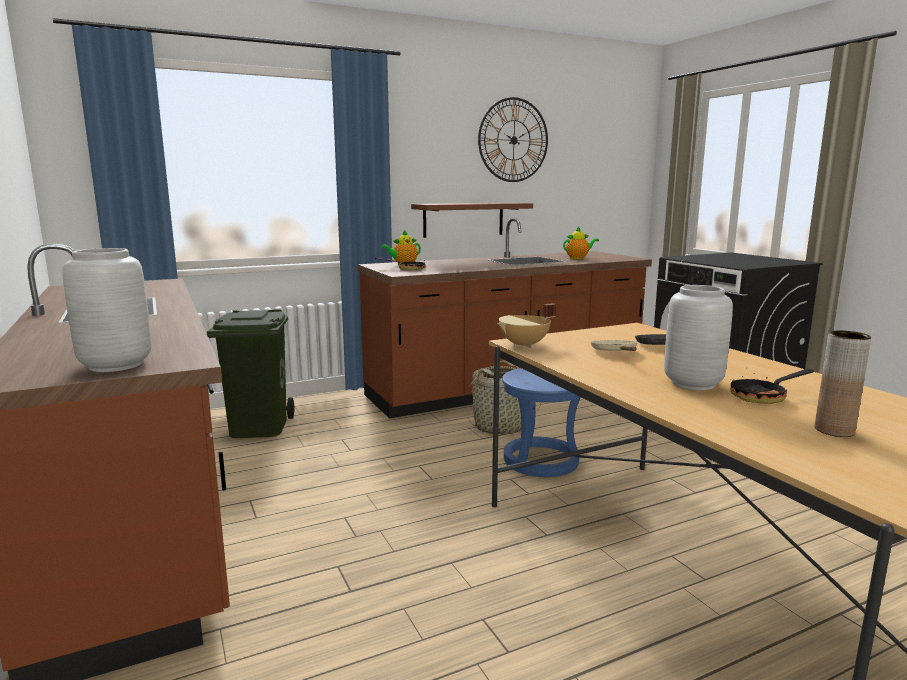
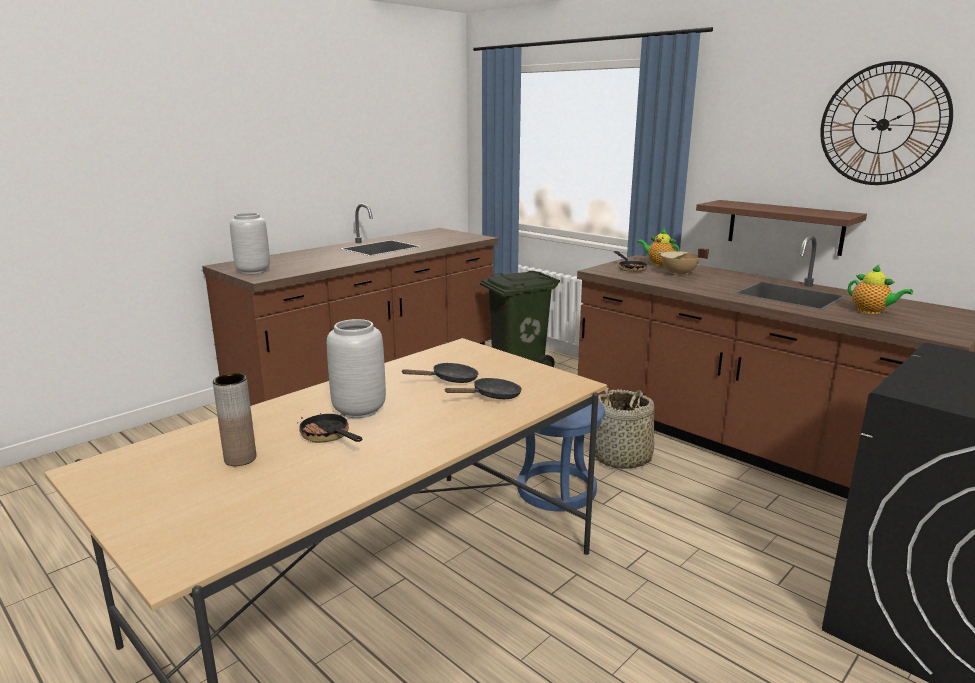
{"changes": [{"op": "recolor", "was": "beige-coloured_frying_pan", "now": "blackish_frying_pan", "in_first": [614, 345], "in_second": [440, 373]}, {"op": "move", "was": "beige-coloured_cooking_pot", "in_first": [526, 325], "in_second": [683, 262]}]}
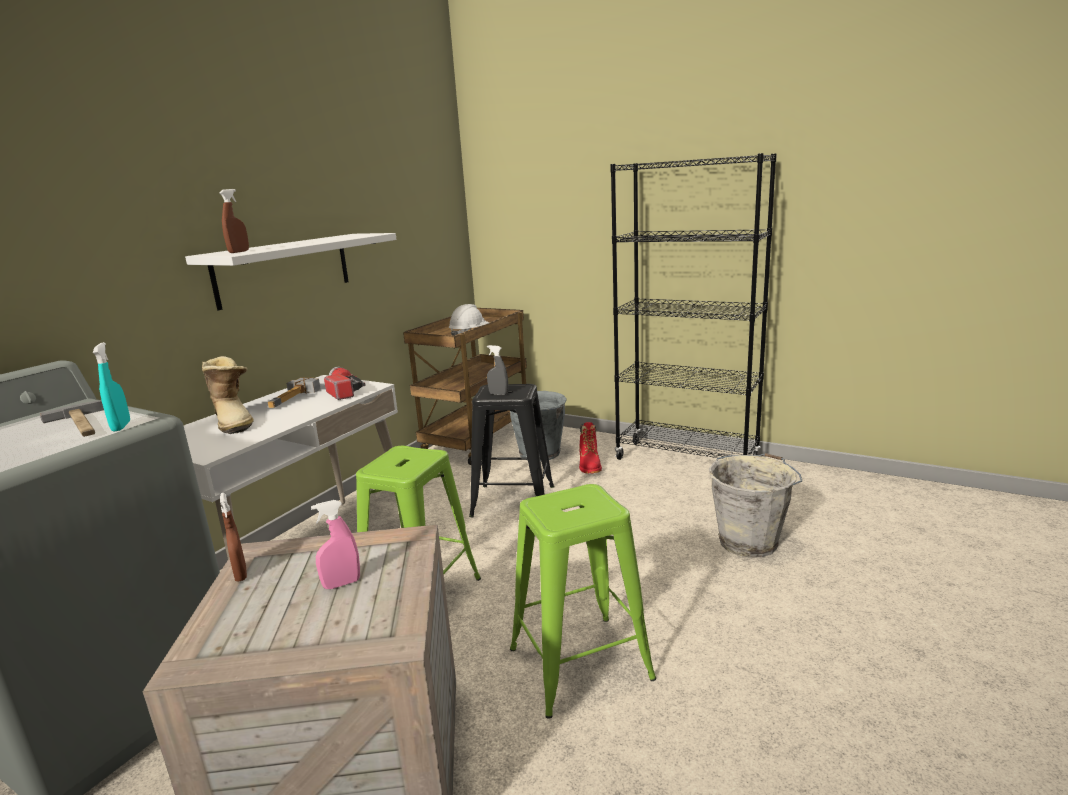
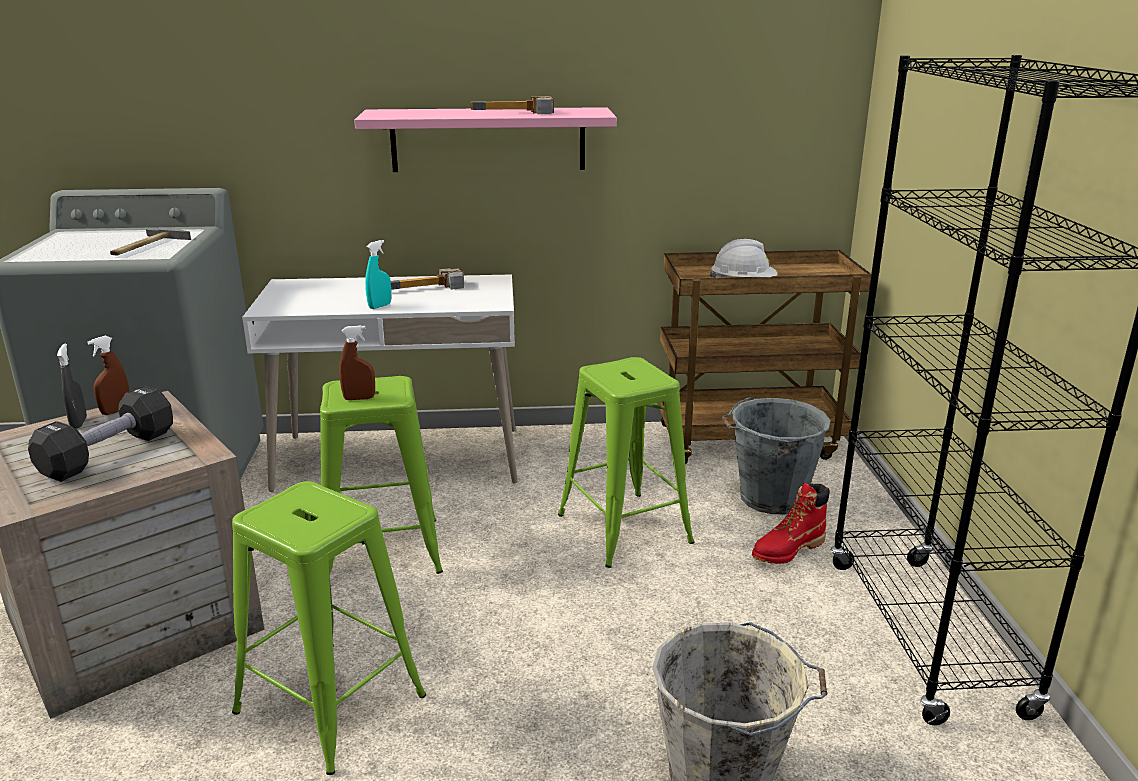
{"changes": [{"op": "replace", "was": "pink-coloured_spray_bottle", "now": "blackish_hand_weight", "in_first": [335, 544], "in_second": [100, 434]}, {"op": "move", "was": "grey_spray_bottle", "in_first": [497, 370], "in_second": [72, 386]}, {"op": "move", "was": "brown_spray_bottle", "in_first": [234, 221], "in_second": [357, 362]}, {"op": "recolor", "was": "white-coloured_bracket_shelf", "now": "pink-coloured_bracket_shelf", "in_first": [290, 272], "in_second": [485, 139]}, {"op": "move", "was": "blue-green_spray_bottle", "in_first": [111, 386], "in_second": [378, 274]}, {"op": "insert", "now": "hand_hammer", "in_second": [512, 105]}, {"op": "recolor", "was": "blackish_stool_seat", "now": "green_stool_seat", "in_first": [511, 450], "in_second": [626, 462]}, {"op": "delete", "was": "boot", "in_first": [228, 395]}, {"op": "delete", "was": "flashlight", "in_first": [345, 383]}]}
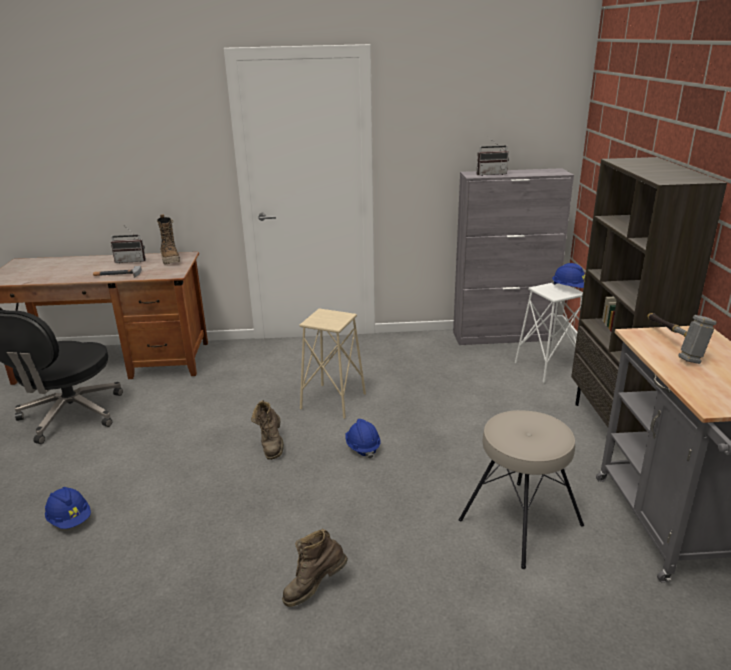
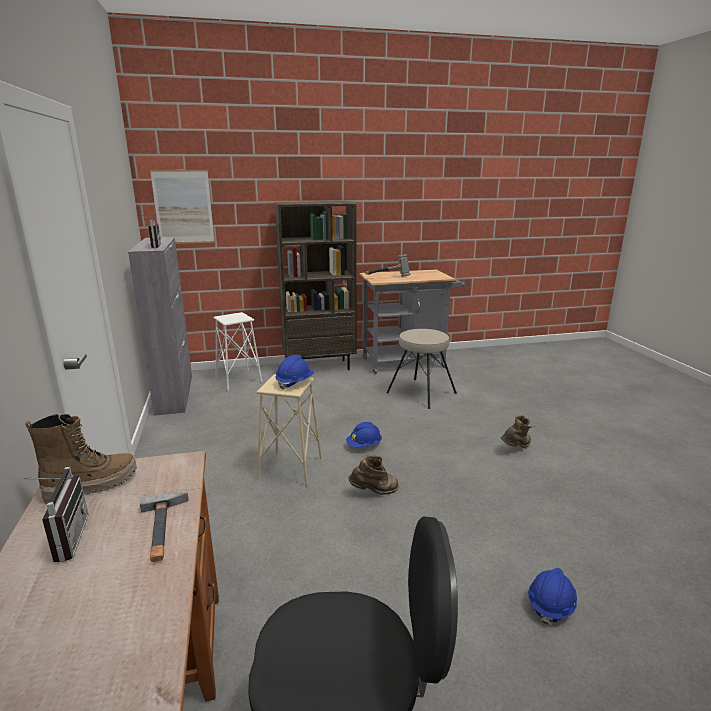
{"changes": [{"op": "insert", "now": "wall_picture", "in_second": [182, 207]}, {"op": "move", "was": "blue_work_helmet", "in_first": [568, 275], "in_second": [295, 372]}, {"op": "rotate", "was": "brown_boot", "in_first": [315, 568], "in_second": [517, 431], "clockwise": -90}]}
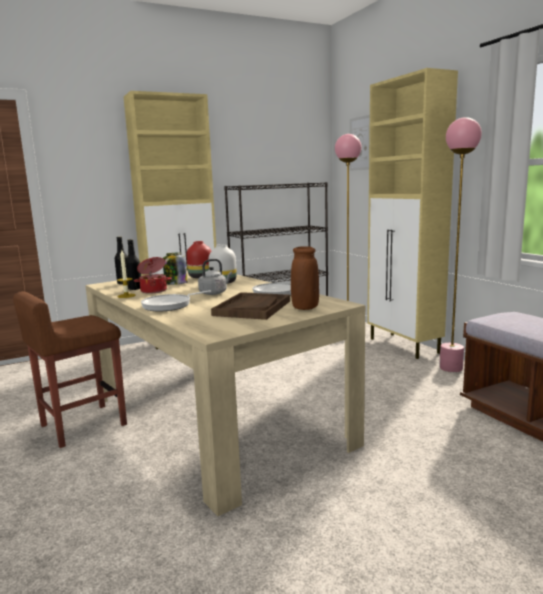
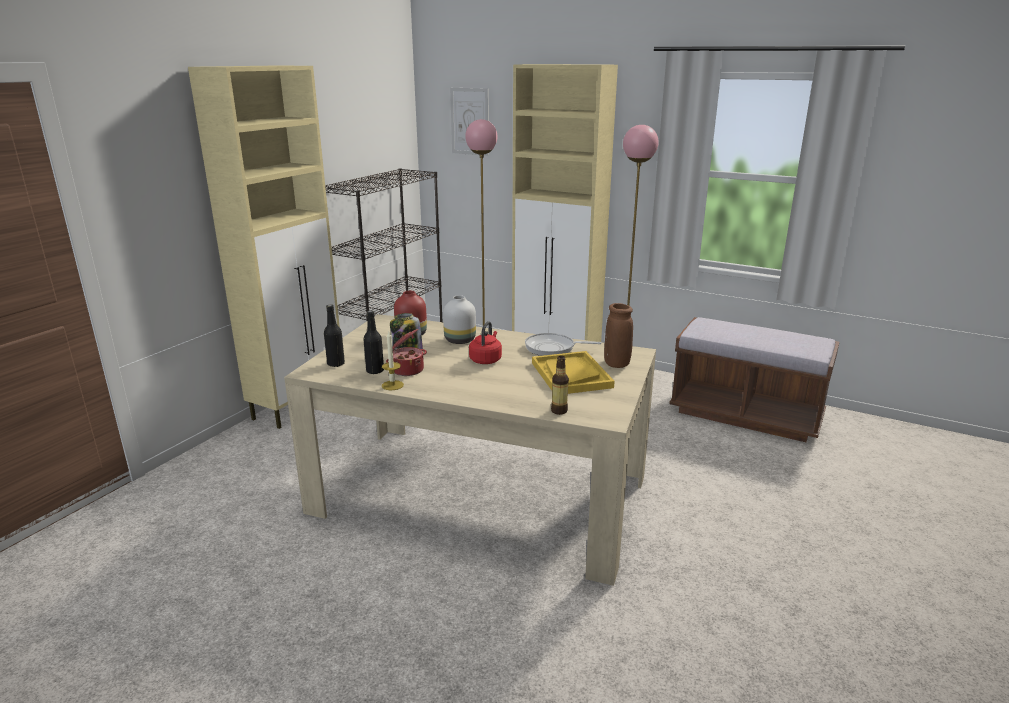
{"changes": [{"op": "recolor", "was": "grey_water_kettle", "now": "red-coloured_water_kettle", "in_first": [215, 277], "in_second": [485, 342]}, {"op": "recolor", "was": "brown_serving_tray", "now": "yellow_serving_tray", "in_first": [250, 306], "in_second": [573, 372]}, {"op": "insert", "now": "drink_bottle", "in_second": [560, 385]}, {"op": "delete", "was": "brown_stool_seat", "in_first": [70, 369]}, {"op": "delete", "was": "frying_pan", "in_first": [176, 301]}]}
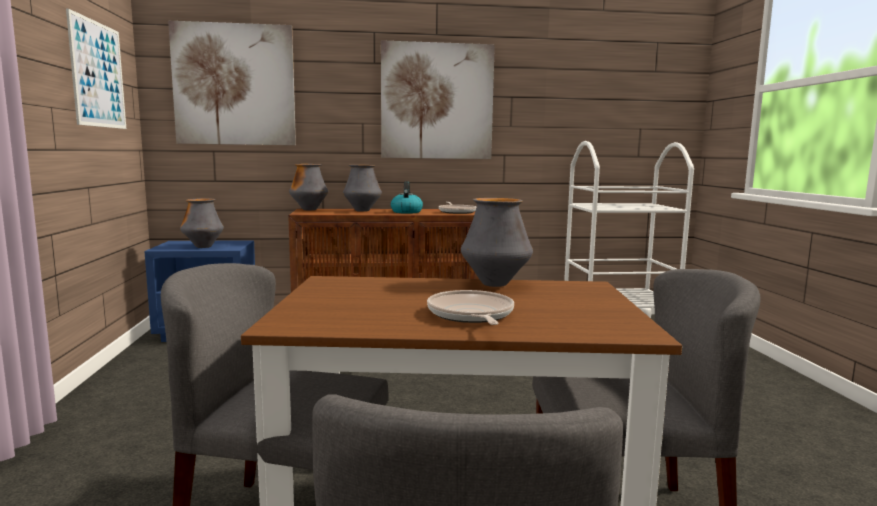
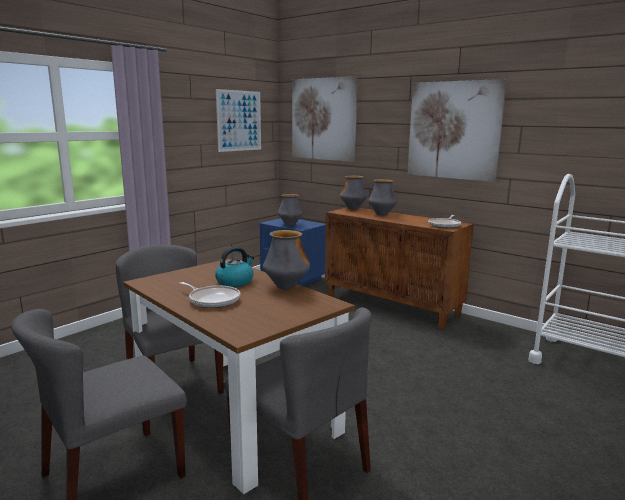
{"changes": [{"op": "rotate", "was": "frying_pan", "in_first": [470, 307], "in_second": [210, 295], "clockwise": 90}, {"op": "move", "was": "water_kettle", "in_first": [407, 197], "in_second": [234, 267]}]}
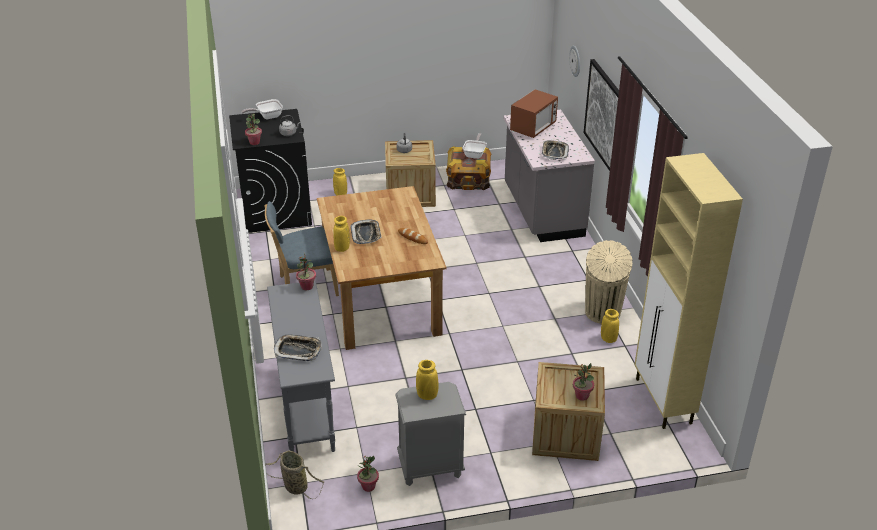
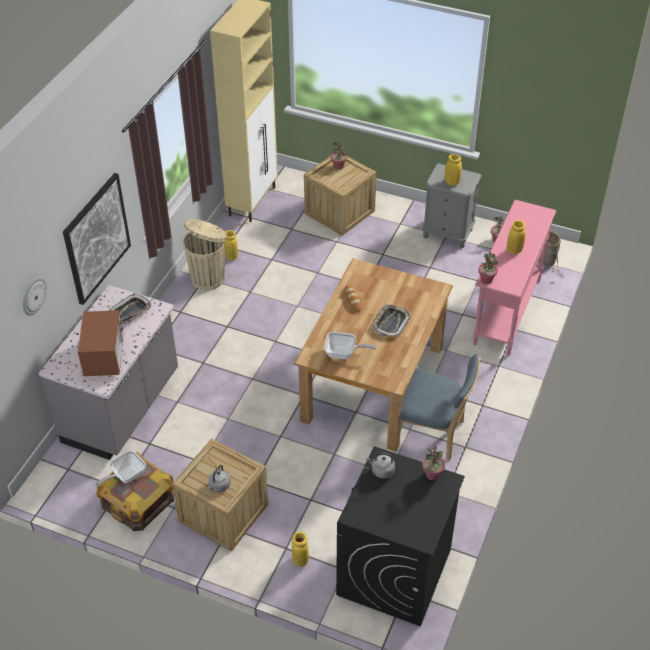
{"changes": [{"op": "rotate", "was": "microwave_oven", "in_first": [534, 113], "in_second": [100, 343], "clockwise": 105}, {"op": "move", "was": "frying_pan", "in_first": [262, 109], "in_second": [350, 345]}, {"op": "recolor", "was": "grey_hall_table", "now": "pink-coloured_hall_table", "in_first": [301, 366], "in_second": [514, 278]}, {"op": "move", "was": "yellow_flower_vase", "in_first": [341, 234], "in_second": [516, 237]}, {"op": "delete", "was": "serving_tray", "in_first": [298, 348]}]}
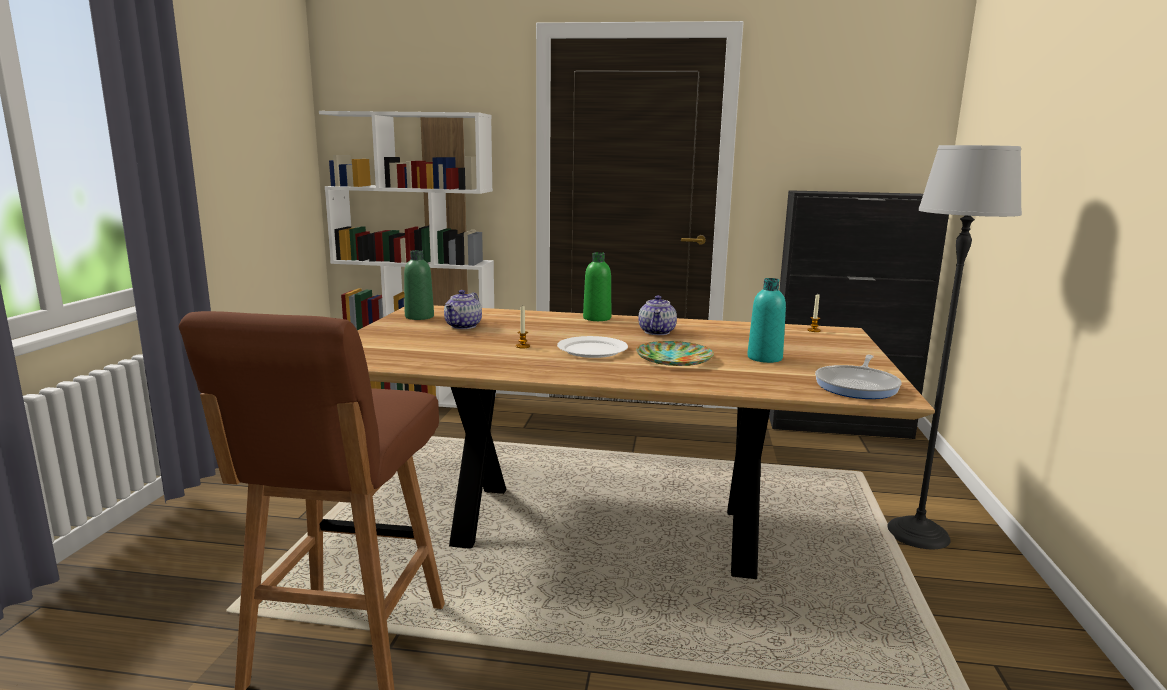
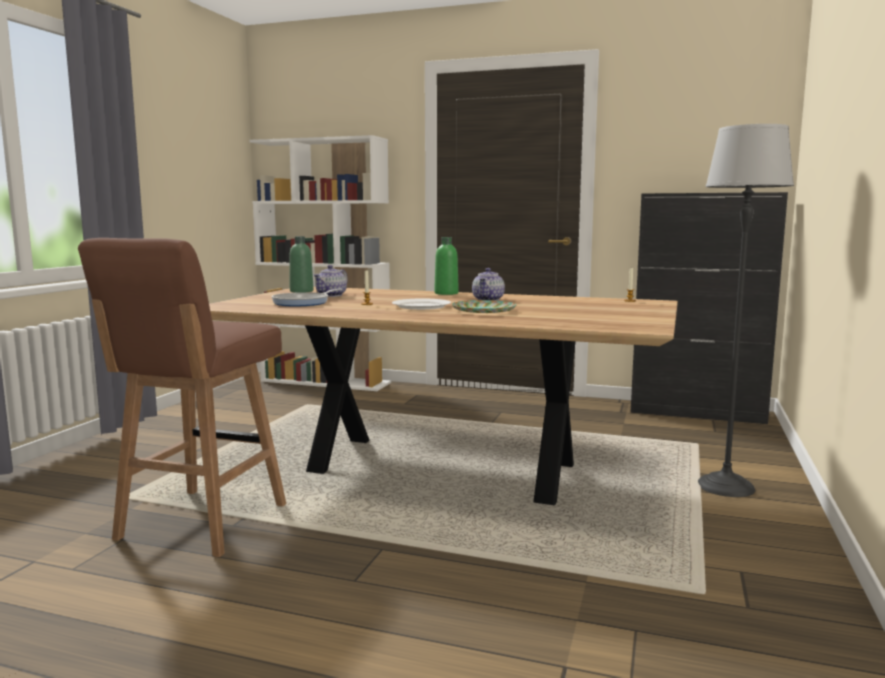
{"changes": [{"op": "move", "was": "frying_pan", "in_first": [858, 377], "in_second": [307, 297]}, {"op": "delete", "was": "blue-green_drink_bottle", "in_first": [766, 320]}]}
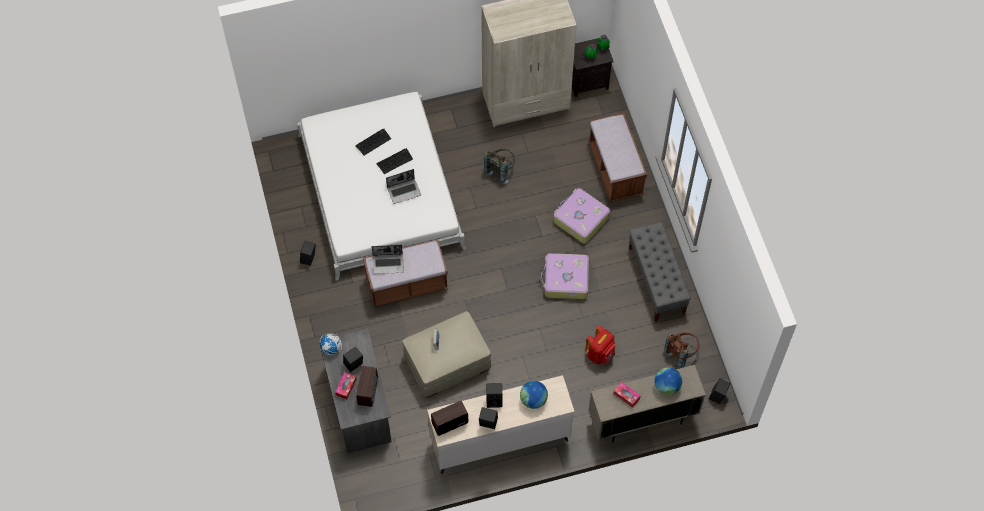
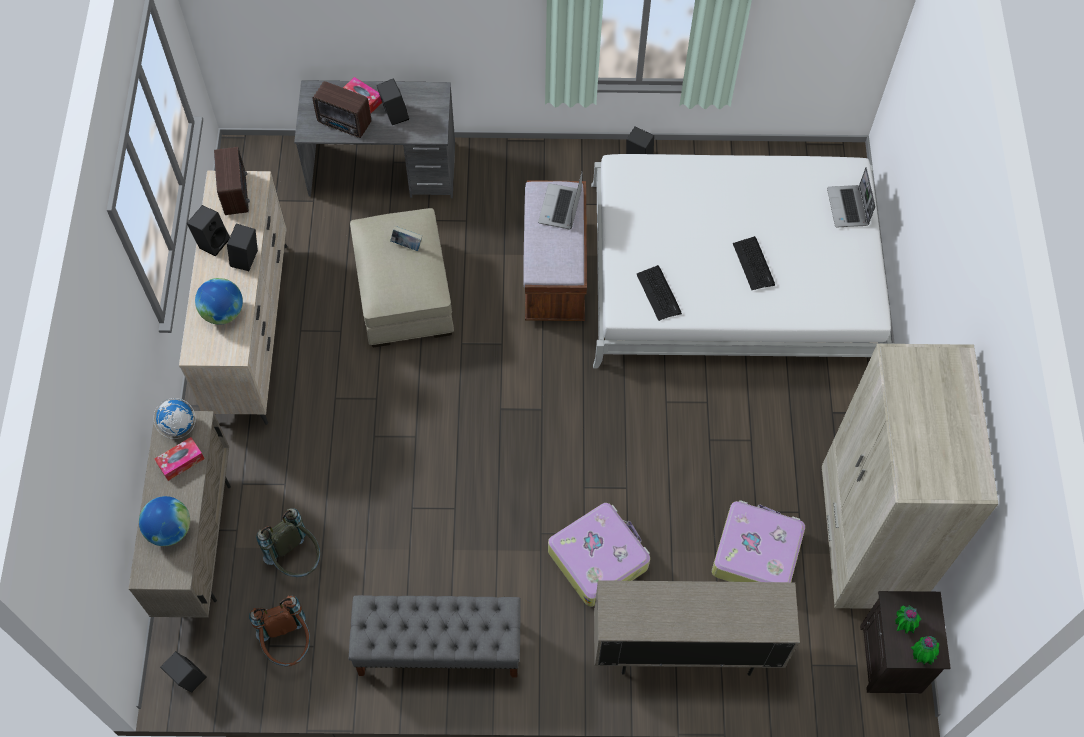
{"changes": [{"op": "move", "was": "globe", "in_first": [331, 344], "in_second": [175, 418]}, {"op": "move", "was": "grey_knapsack", "in_first": [499, 166], "in_second": [288, 542]}, {"op": "replace", "was": "brown_indoor_bench", "now": "beige-coloured_storage_cabinet", "in_first": [617, 157], "in_second": [697, 628]}, {"op": "move", "was": "computer_keyboard", "in_first": [373, 142], "in_second": [659, 293]}, {"op": "move", "was": "piece_of_luggage", "in_first": [564, 276], "in_second": [758, 541]}, {"op": "move", "was": "portable_computer", "in_first": [403, 186], "in_second": [851, 197]}, {"op": "delete", "was": "red-coloured_knapsack", "in_first": [600, 345]}]}
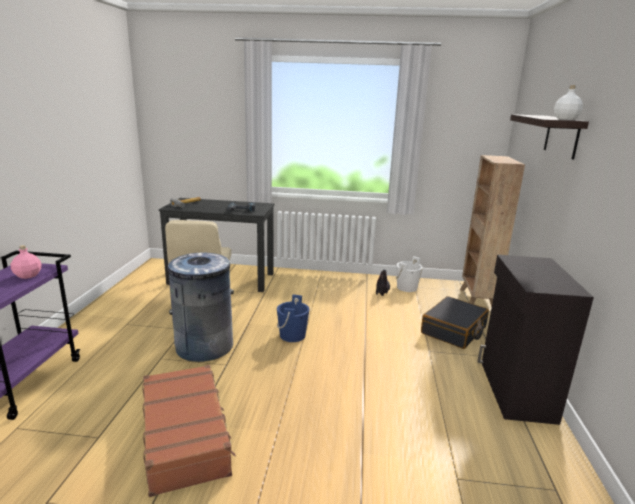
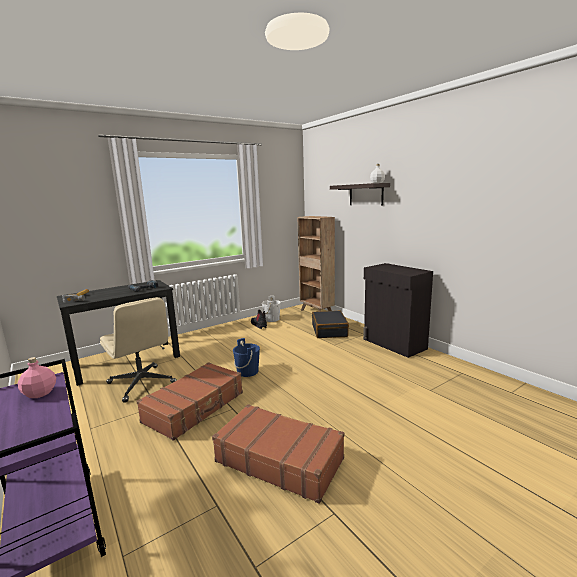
{"changes": [{"op": "replace", "was": "grey_rubbish_bin", "now": "brown_piece_of_luggage", "in_first": [200, 307], "in_second": [190, 401]}]}
